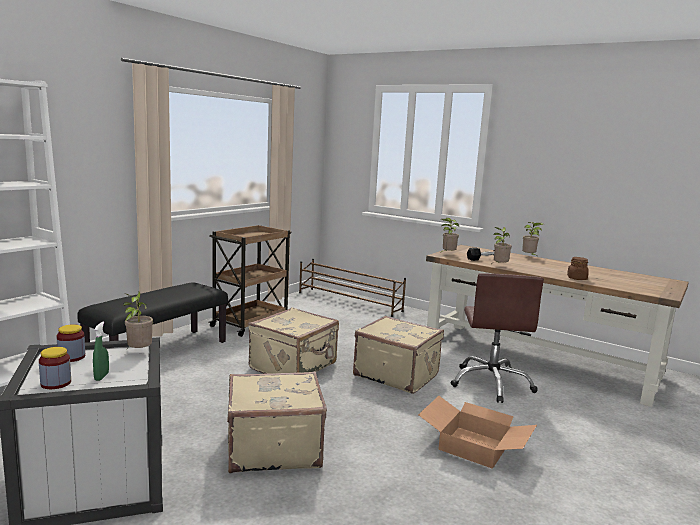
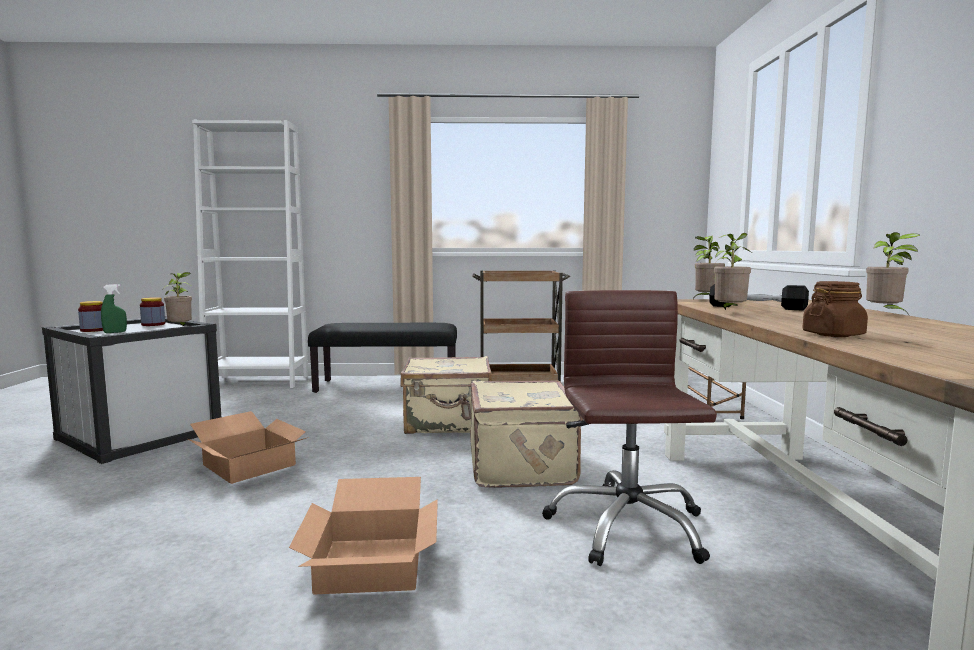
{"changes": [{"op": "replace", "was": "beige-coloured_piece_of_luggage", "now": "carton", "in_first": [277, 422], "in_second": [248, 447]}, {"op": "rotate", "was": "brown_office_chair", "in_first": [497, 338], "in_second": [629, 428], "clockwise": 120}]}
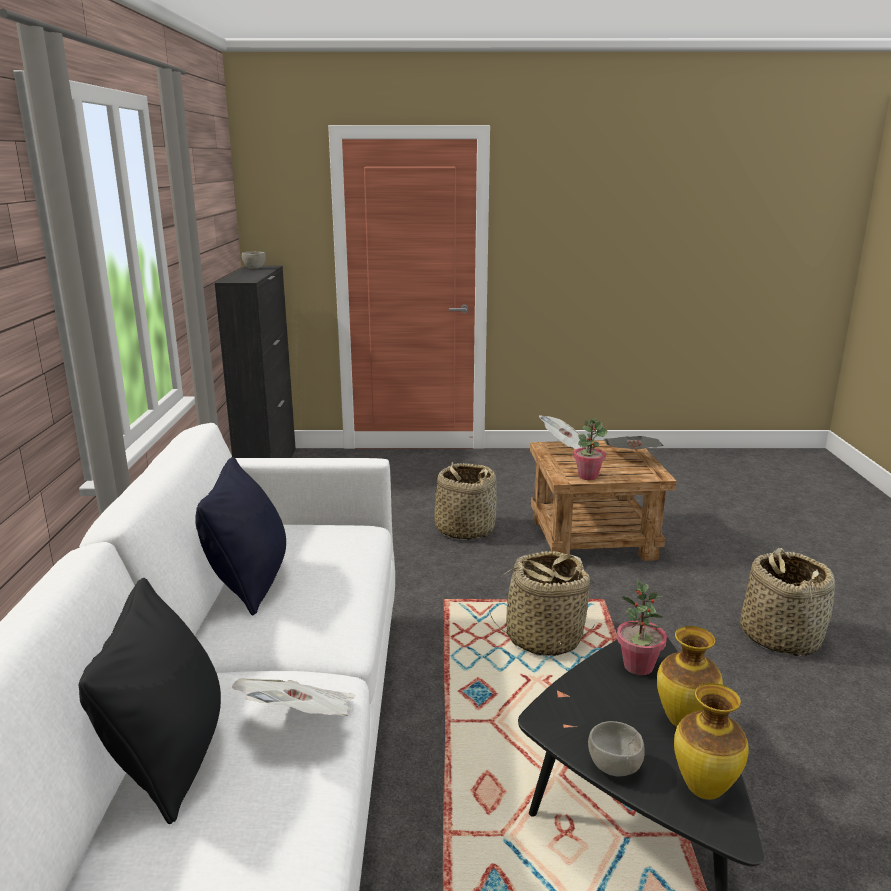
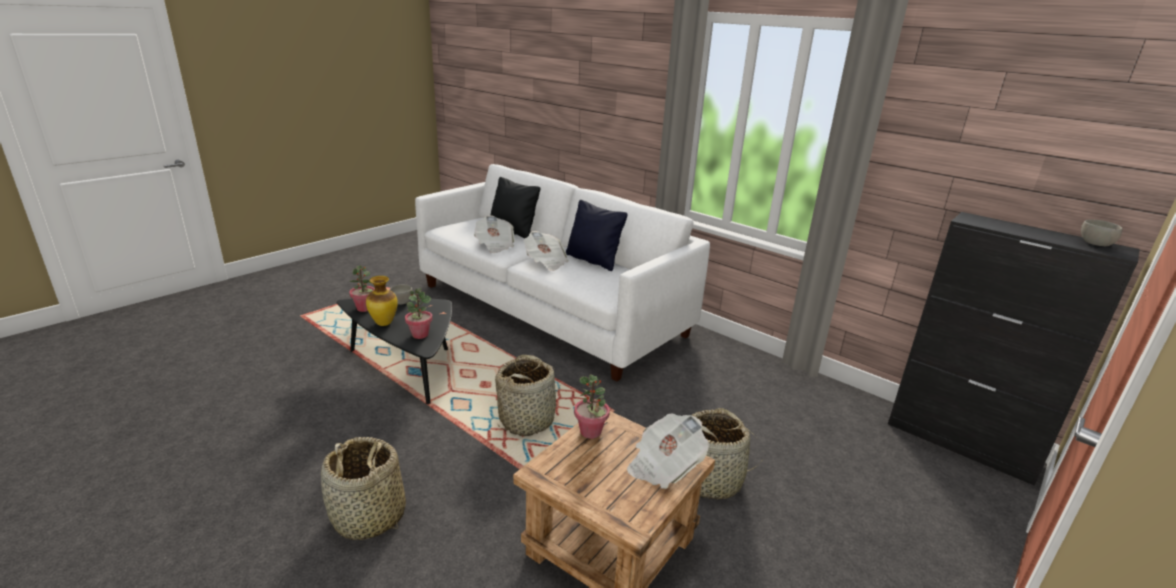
{"changes": [{"op": "replace", "was": "flower_vase", "now": "potted_plant", "in_first": [711, 741], "in_second": [362, 288]}, {"op": "move", "was": "printed_paper", "in_first": [633, 442], "in_second": [546, 251]}]}
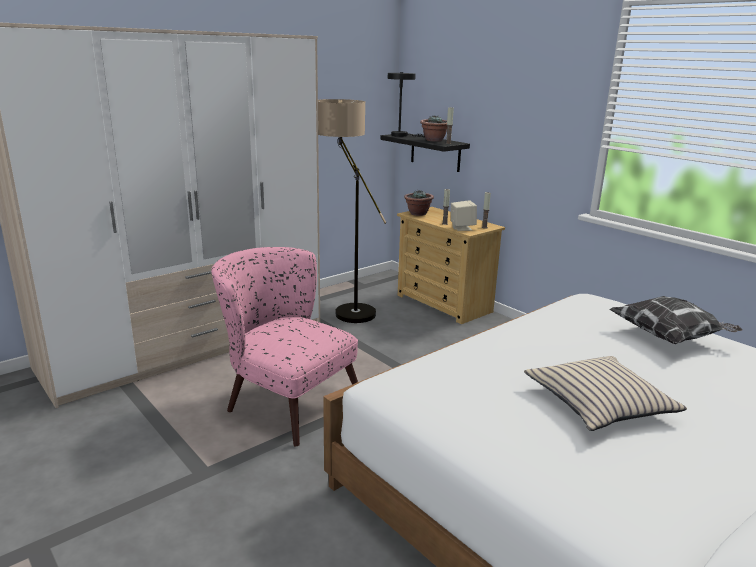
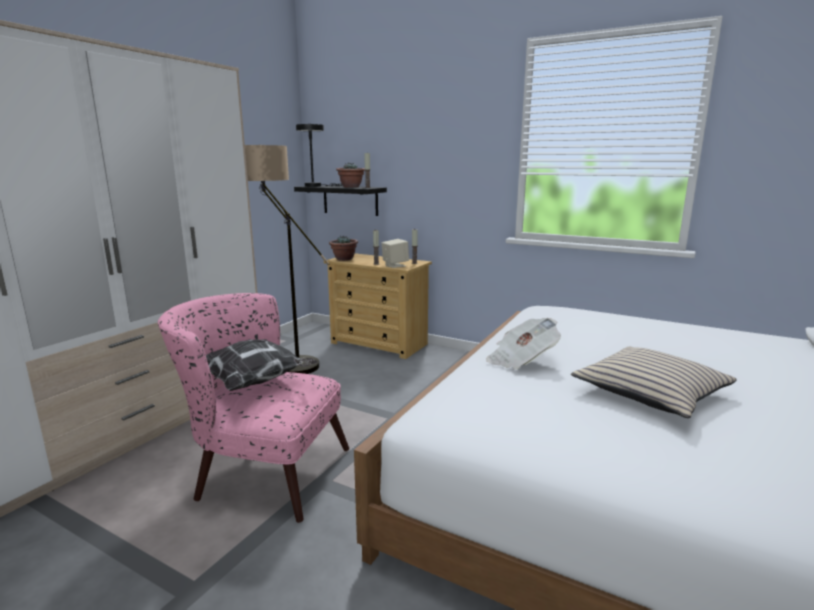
{"changes": [{"op": "move", "was": "pillow", "in_first": [676, 320], "in_second": [262, 365]}, {"op": "insert", "now": "printed_paper", "in_second": [523, 343]}]}
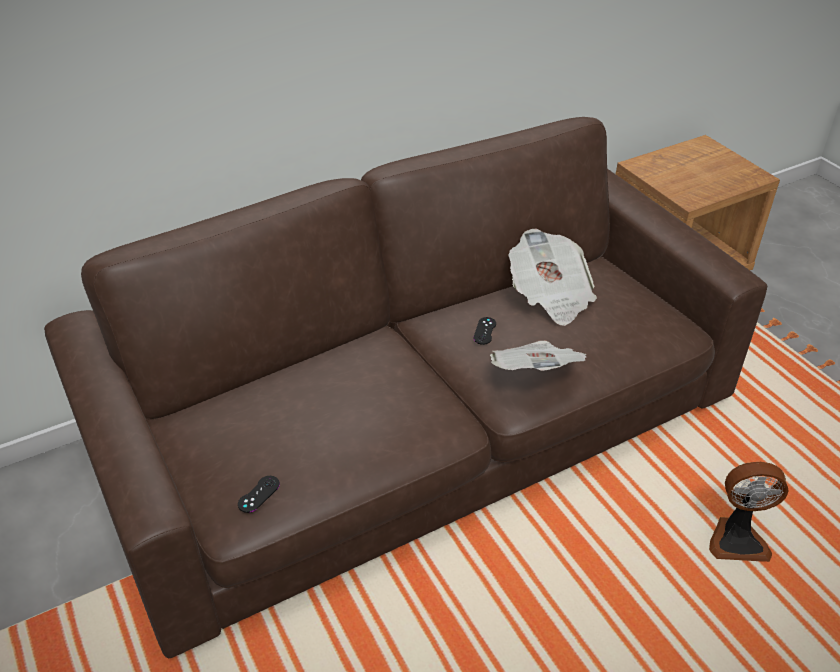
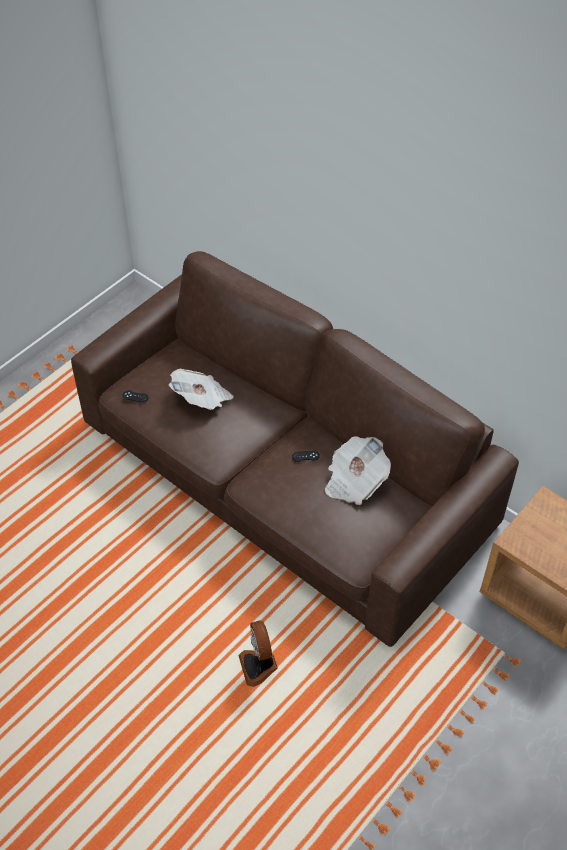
{"changes": [{"op": "move", "was": "printed_paper", "in_first": [538, 356], "in_second": [201, 389]}]}
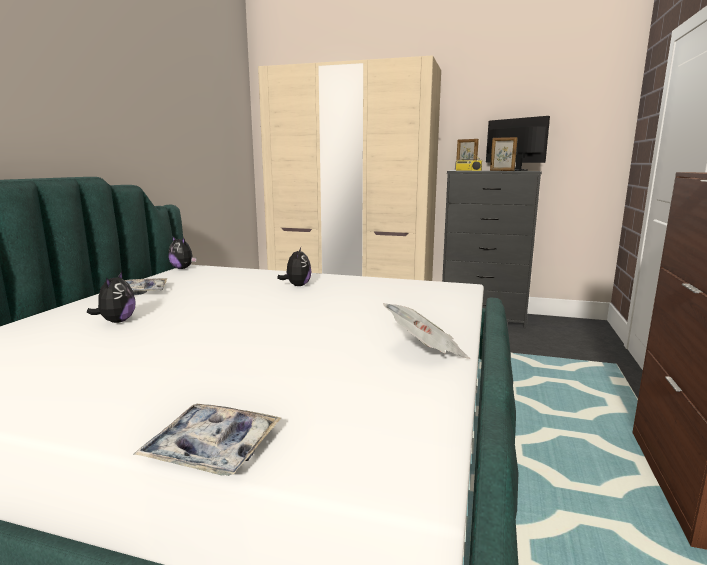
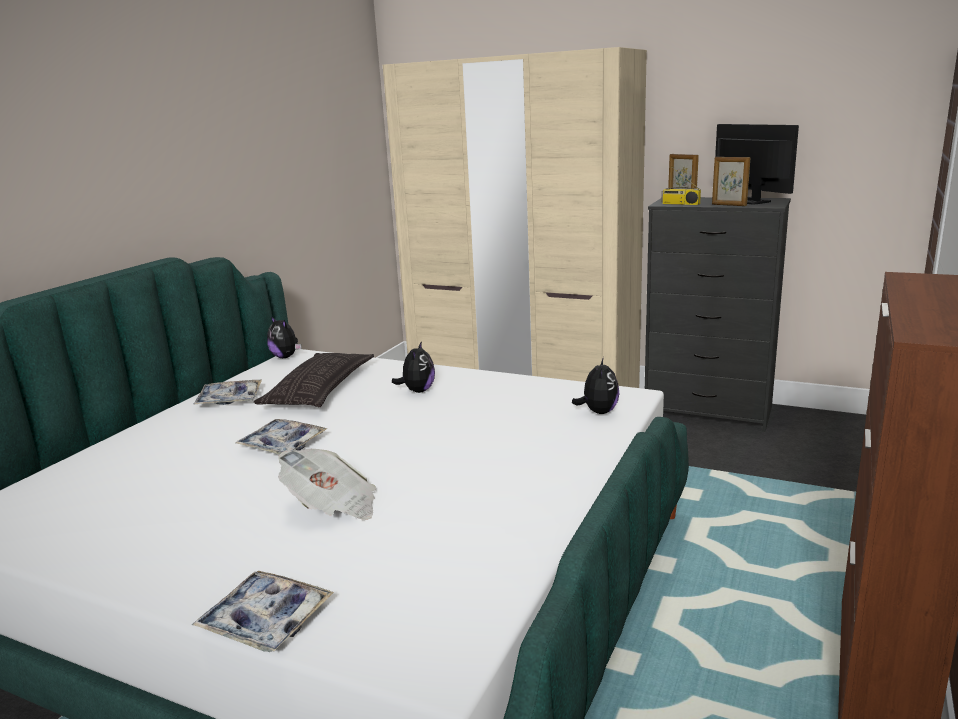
{"changes": [{"op": "insert", "now": "serving_tray", "in_second": [281, 437]}, {"op": "insert", "now": "pillow", "in_second": [314, 380]}, {"op": "move", "was": "printed_paper", "in_first": [426, 331], "in_second": [327, 484]}, {"op": "move", "was": "plush_toy", "in_first": [111, 297], "in_second": [596, 385]}]}
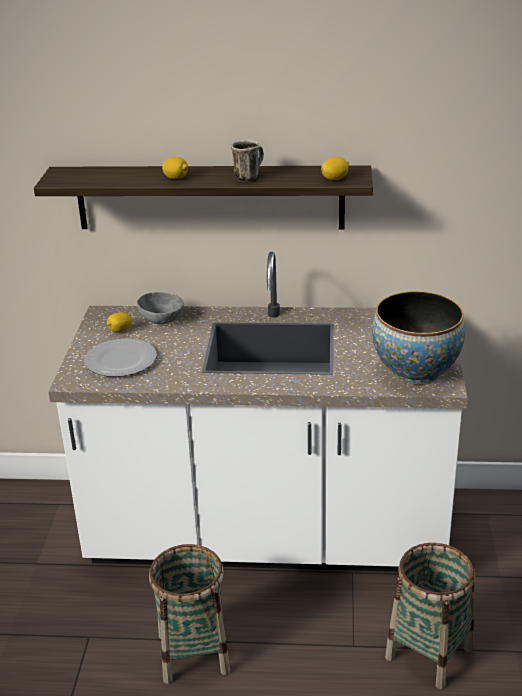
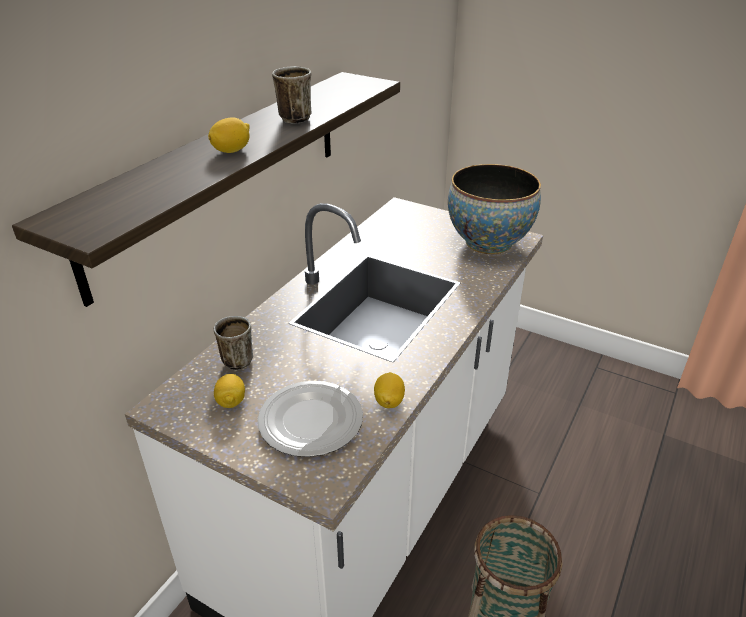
{"changes": [{"op": "replace", "was": "grey_deep_dish", "now": "mug", "in_first": [160, 308], "in_second": [233, 343]}, {"op": "move", "was": "whole_lemon", "in_first": [335, 168], "in_second": [389, 390]}, {"op": "delete", "was": "basket", "in_first": [430, 616]}]}
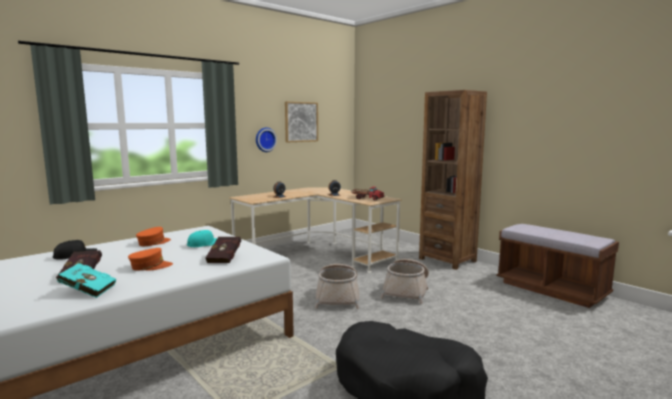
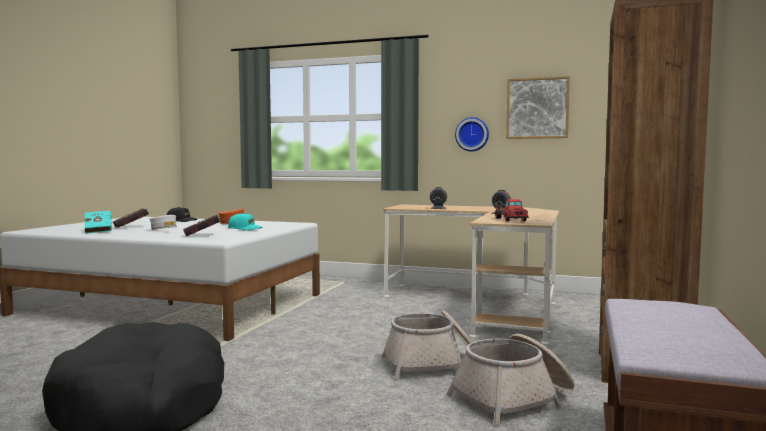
{"changes": [{"op": "recolor", "was": "orange-coloured_baseball_cap", "now": "white-coloured_baseball_cap", "in_first": [150, 259], "in_second": [165, 223]}, {"op": "move", "was": "basket", "in_first": [337, 286], "in_second": [511, 379]}]}
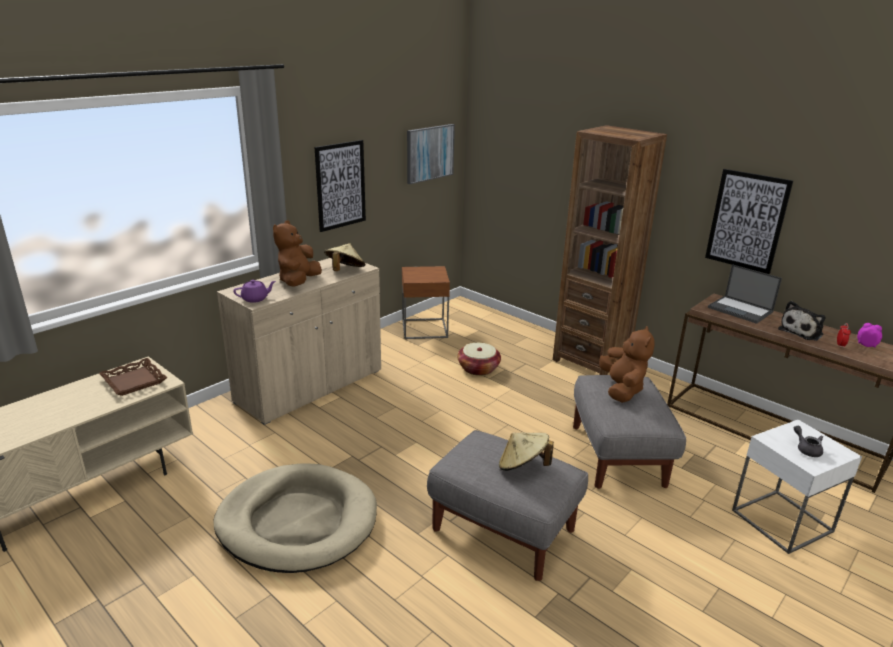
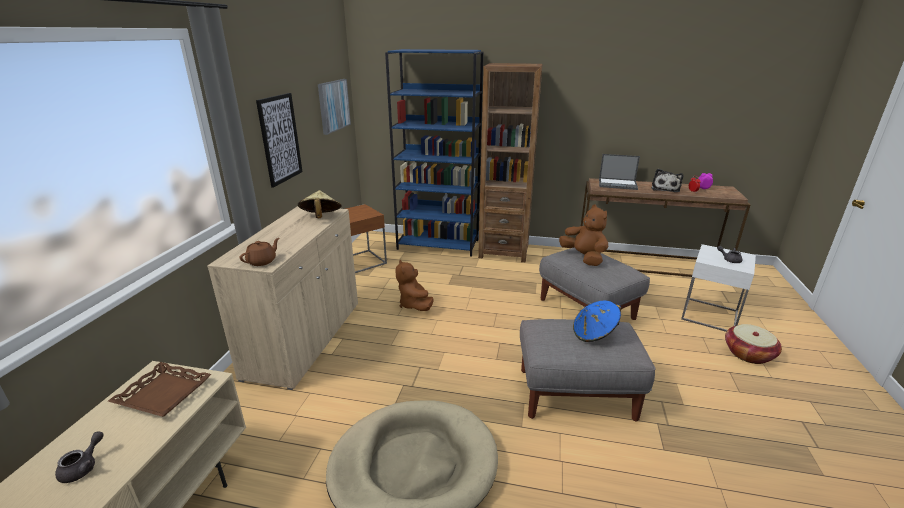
{"changes": [{"op": "insert", "now": "grey_tea_pot", "in_second": [79, 457]}, {"op": "recolor", "was": "purple_tea_pot", "now": "brown_tea_pot", "in_first": [254, 291], "in_second": [259, 252]}, {"op": "insert", "now": "blue_bookcase", "in_second": [434, 153]}, {"op": "move", "was": "brown_plush_toy", "in_first": [297, 253], "in_second": [415, 285]}, {"op": "recolor", "was": "beige-coloured_wearable_hat", "now": "blue_wearable_hat", "in_first": [526, 451], "in_second": [597, 321]}, {"op": "move", "was": "basket", "in_first": [479, 359], "in_second": [753, 344]}, {"op": "delete", "was": "wall_picture", "in_first": [749, 221]}]}
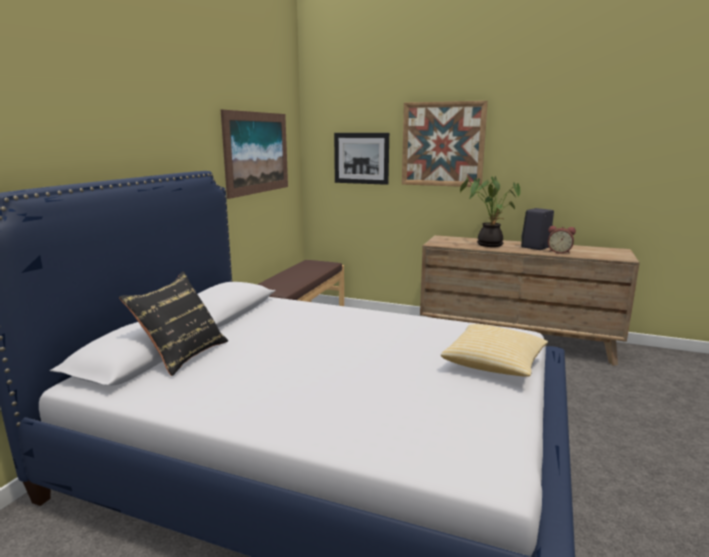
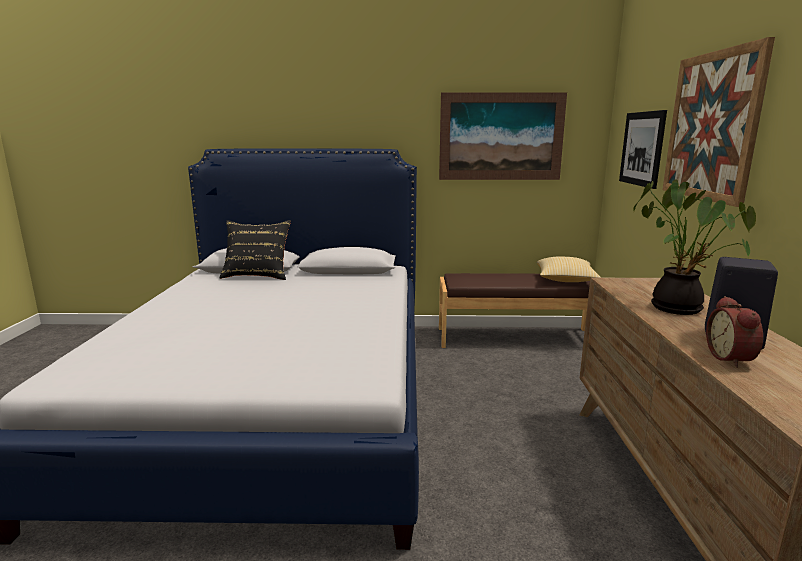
{"changes": [{"op": "move", "was": "pillow", "in_first": [494, 350], "in_second": [569, 269]}]}
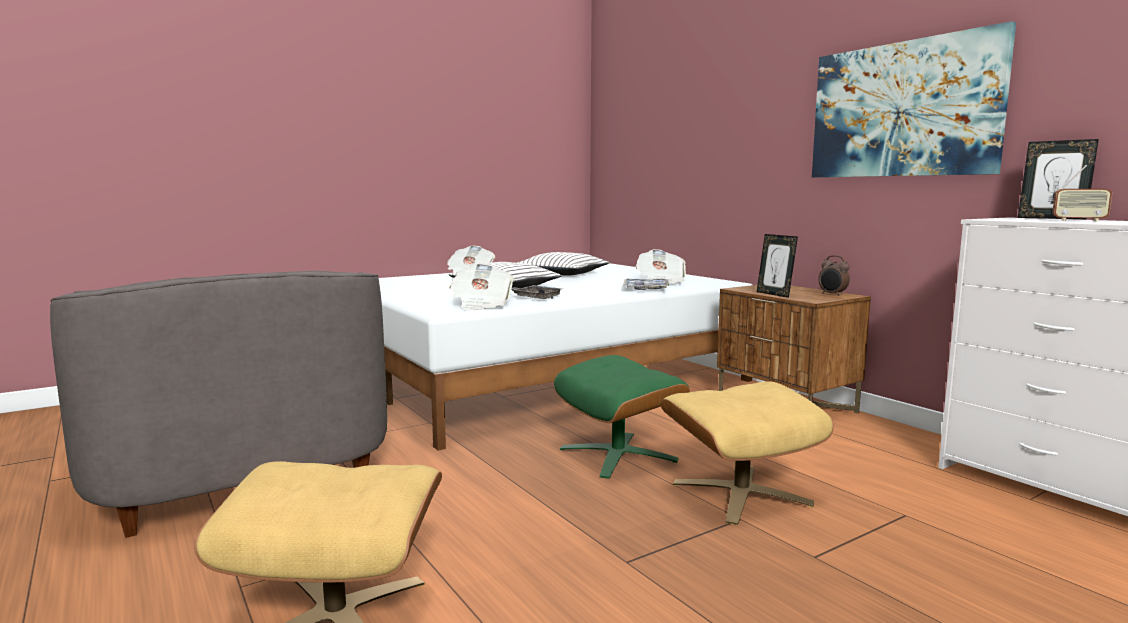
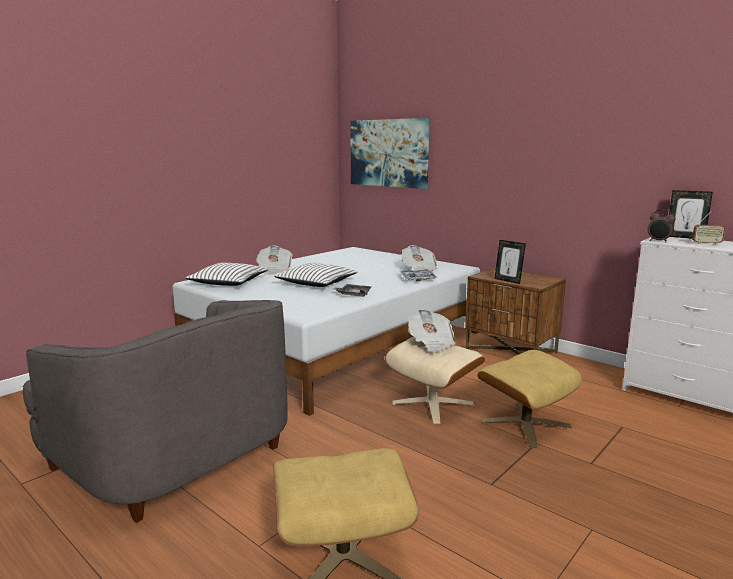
{"changes": [{"op": "move", "was": "white-coloured_pillow", "in_first": [563, 263], "in_second": [227, 274]}, {"op": "move", "was": "wall_picture", "in_first": [914, 99], "in_second": [390, 153]}, {"op": "recolor", "was": "green_ottoman", "now": "beige-coloured_ottoman", "in_first": [622, 417], "in_second": [435, 380]}, {"op": "move", "was": "printed_paper", "in_first": [481, 287], "in_second": [432, 331]}, {"op": "move", "was": "bedside_clock", "in_first": [834, 275], "in_second": [661, 225]}]}
